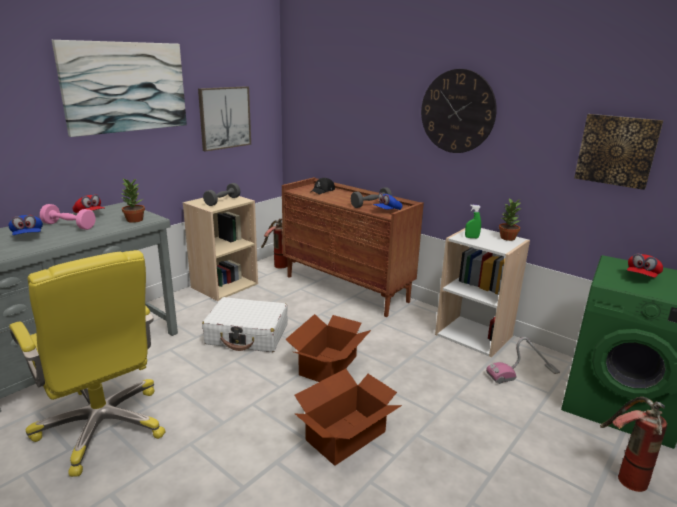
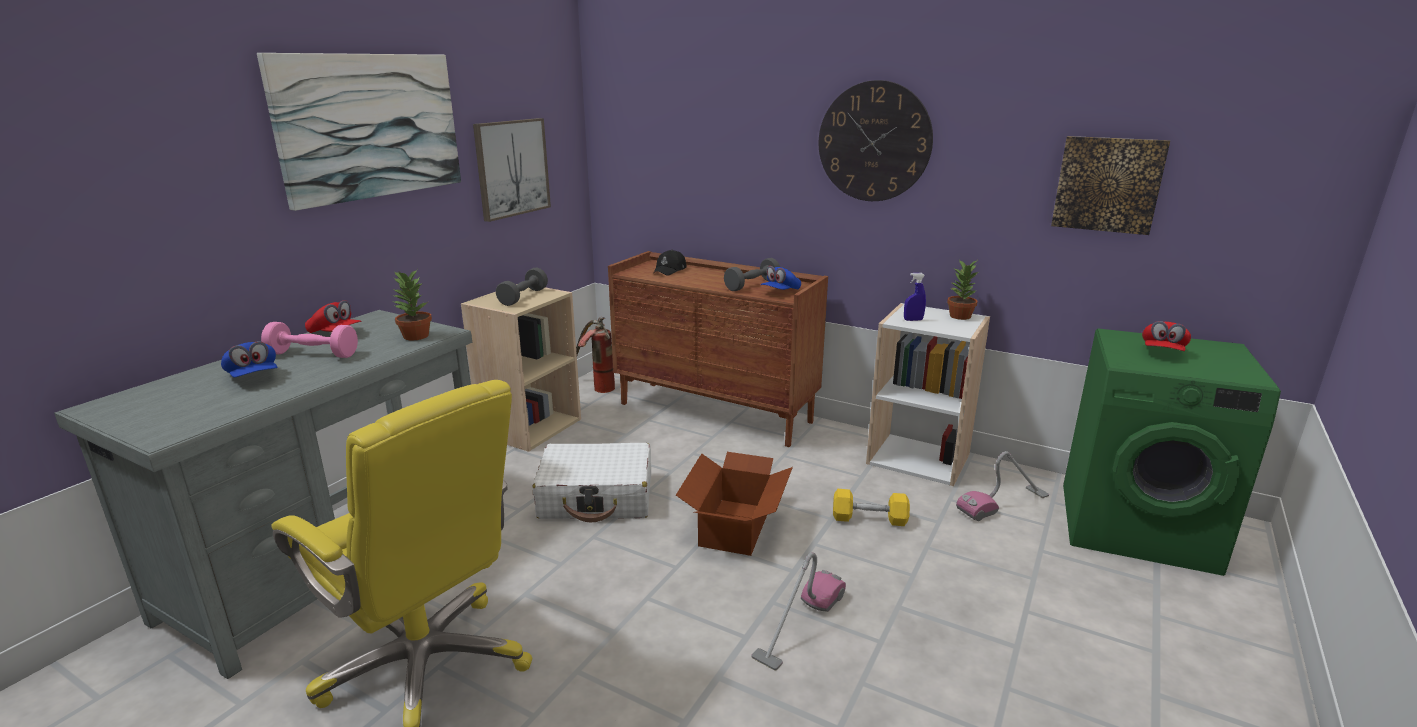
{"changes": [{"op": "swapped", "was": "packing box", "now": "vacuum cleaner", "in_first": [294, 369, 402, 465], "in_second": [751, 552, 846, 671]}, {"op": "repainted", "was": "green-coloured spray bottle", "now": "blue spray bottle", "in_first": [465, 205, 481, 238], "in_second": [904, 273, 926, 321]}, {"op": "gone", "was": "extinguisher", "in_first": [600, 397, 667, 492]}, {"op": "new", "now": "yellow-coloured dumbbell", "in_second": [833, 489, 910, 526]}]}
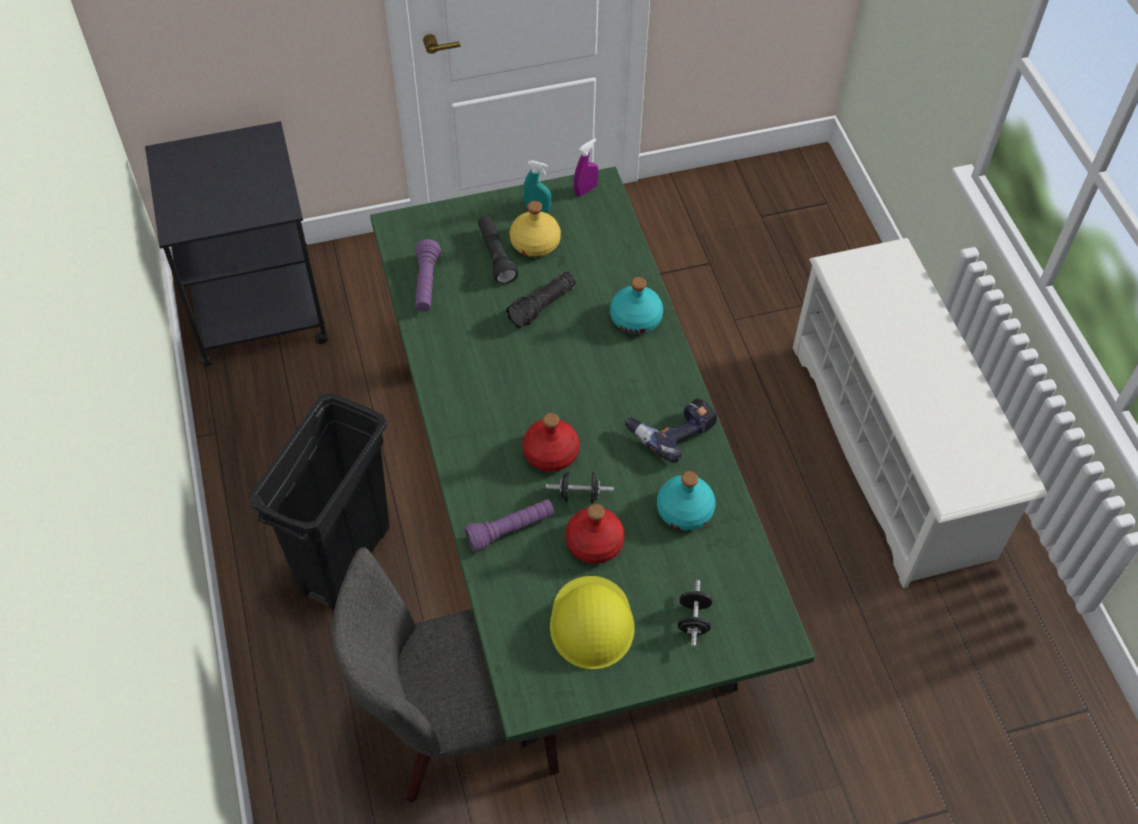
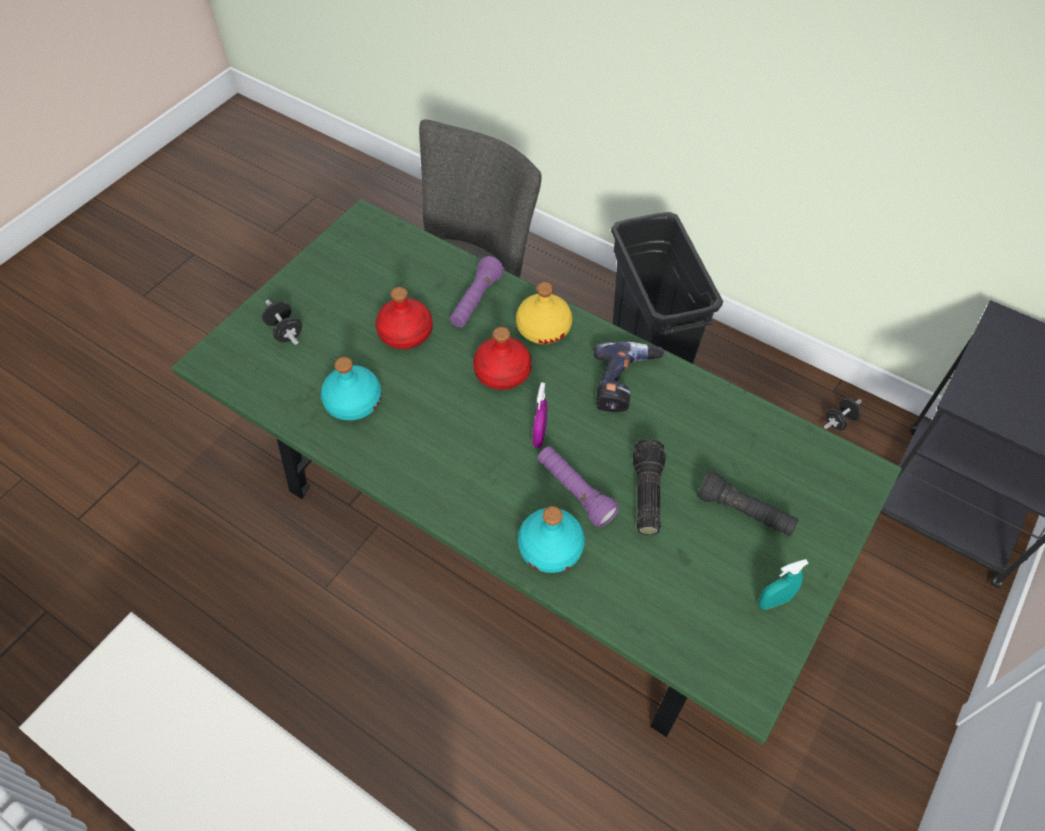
{"changes": [{"op": "shifted", "was": "purple hand torch", "in_first": [415, 239, 441, 312], "in_second": [538, 446, 619, 528]}, {"op": "shifted", "was": "yellow-coloured beverage bottle", "in_first": [510, 201, 561, 257], "in_second": [516, 282, 572, 344]}, {"op": "shifted", "was": "blackish dumbbell", "in_first": [546, 471, 614, 503], "in_second": [824, 398, 862, 431]}, {"op": "gone", "was": "yellow-coloured safety helmet", "in_first": [550, 576, 634, 670]}, {"op": "shifted", "was": "purple spray bottle", "in_first": [574, 139, 598, 196], "in_second": [533, 382, 547, 448]}, {"op": "shifted", "was": "power drill", "in_first": [625, 398, 717, 463], "in_second": [593, 342, 665, 412]}]}
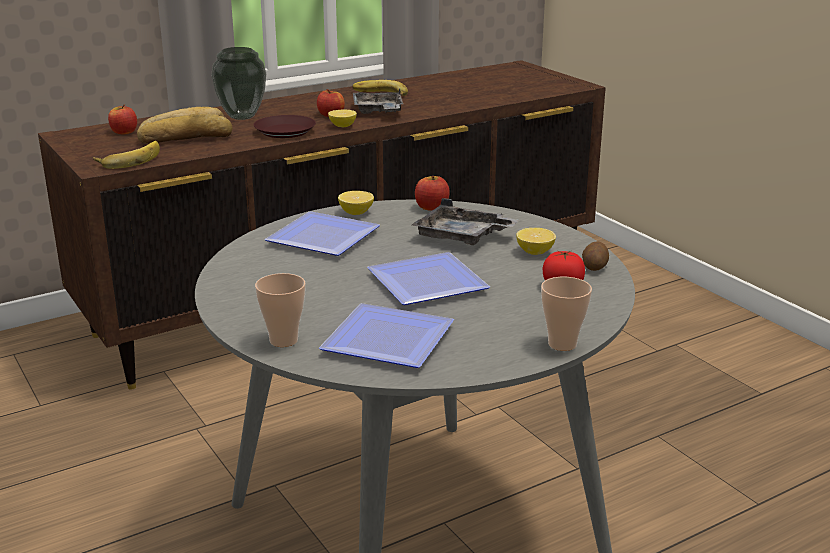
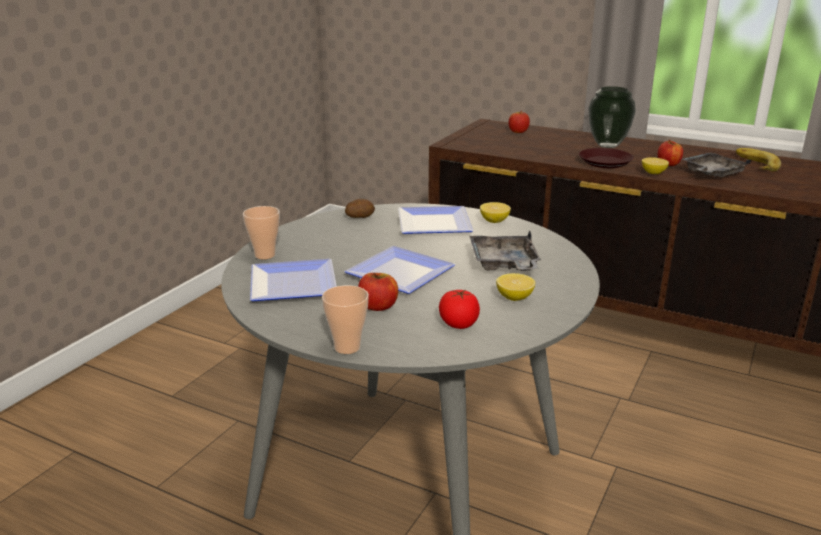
{"changes": [{"op": "gone", "was": "banana fruit", "in_first": [93, 141, 160, 169]}, {"op": "gone", "was": "baked bread", "in_first": [137, 107, 232, 144]}, {"op": "shifted", "was": "apple fruit", "in_first": [415, 176, 450, 211], "in_second": [358, 273, 398, 311]}, {"op": "shifted", "was": "whole potato", "in_first": [582, 241, 609, 271], "in_second": [345, 199, 375, 218]}]}
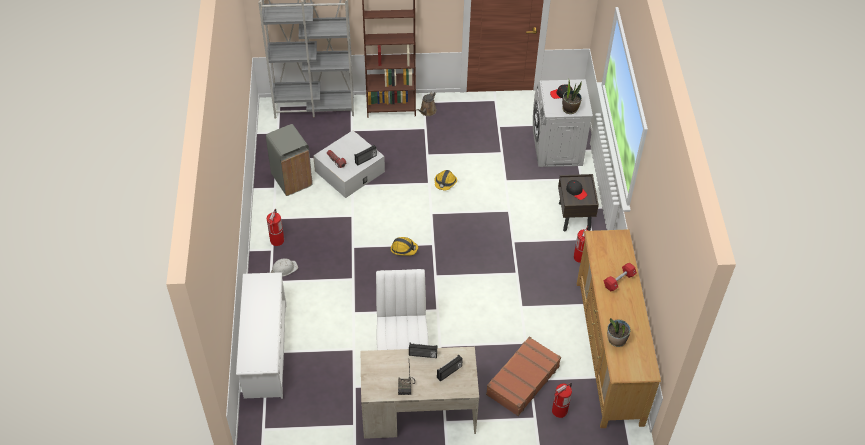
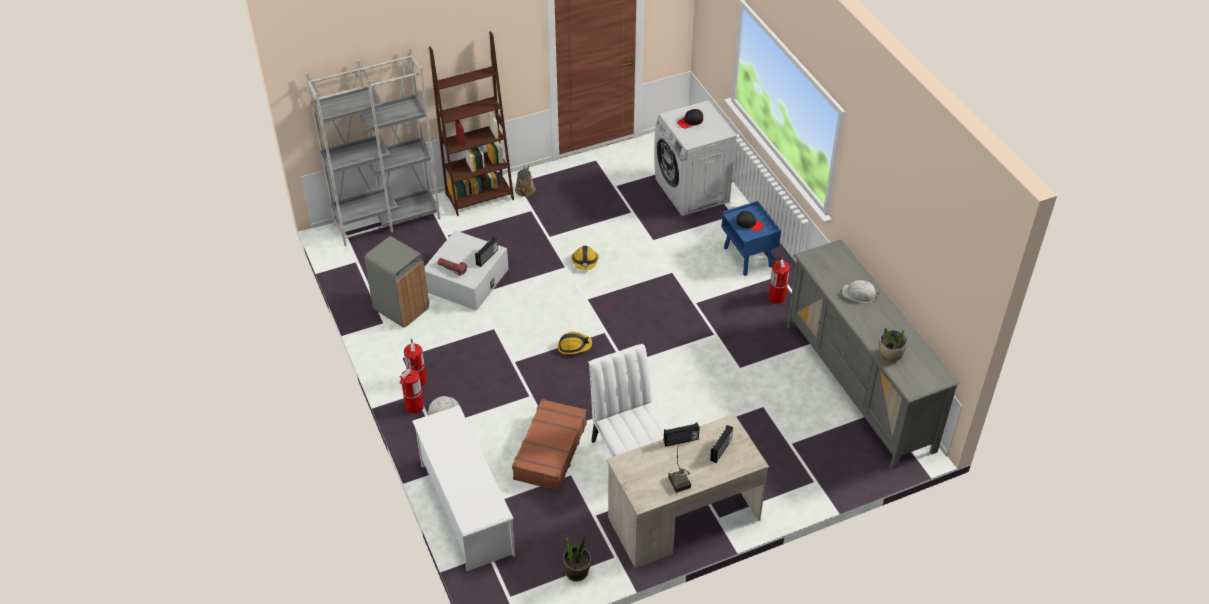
{"changes": [{"op": "shifted", "was": "brown-coloured piece of luggage", "in_first": [486, 336, 561, 416], "in_second": [512, 399, 587, 491]}, {"op": "shifted", "was": "extinguisher", "in_first": [552, 383, 572, 418], "in_second": [399, 365, 424, 414]}, {"op": "repainted", "was": "brown-coloured bedside table", "now": "blue bedside table", "in_first": [558, 174, 599, 231], "in_second": [721, 201, 781, 276]}, {"op": "shifted", "was": "plant in a pot", "in_first": [562, 78, 582, 114], "in_second": [563, 534, 591, 582]}, {"op": "repainted", "was": "brown-coloured drawer chest", "now": "grey drawer chest", "in_first": [577, 229, 661, 428], "in_second": [787, 240, 959, 469]}, {"op": "swapped", "was": "reddish dumbbell", "now": "whitish safety helmet", "in_first": [603, 263, 637, 291], "in_second": [842, 280, 879, 303]}]}
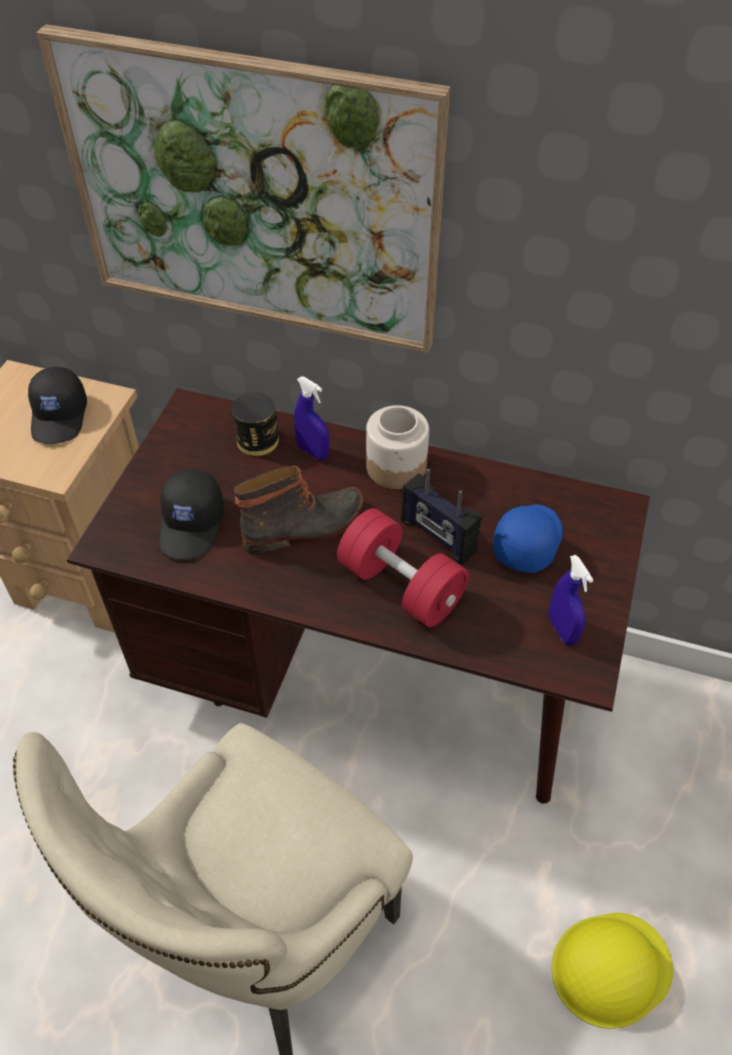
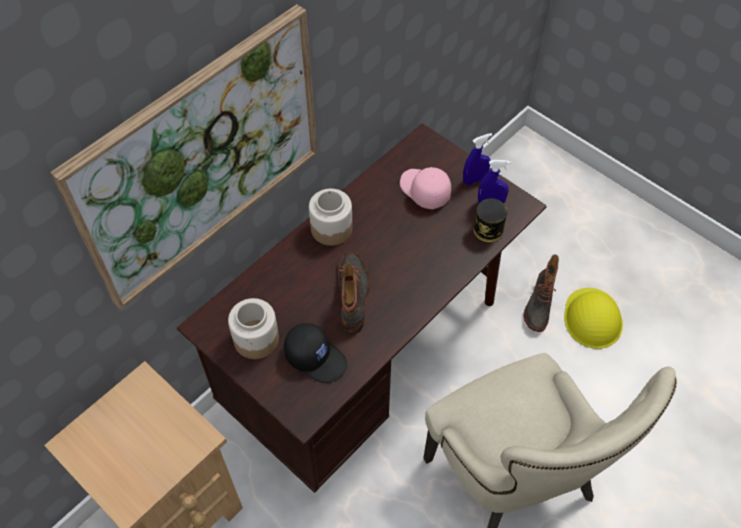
{"changes": [{"op": "gone", "was": "blackish cap", "in_first": [28, 367, 87, 444]}, {"op": "shifted", "was": "metal can", "in_first": [232, 392, 279, 456], "in_second": [473, 198, 508, 243]}, {"op": "shifted", "was": "blue spray bottle", "in_first": [294, 377, 329, 460], "in_second": [463, 133, 492, 185]}, {"op": "gone", "was": "reddish dumbbell", "in_first": [337, 508, 469, 627]}, {"op": "gone", "was": "radio set", "in_first": [401, 468, 482, 565]}, {"op": "repainted", "was": "blue cap", "now": "pink cap", "in_first": [493, 504, 563, 573], "in_second": [400, 167, 451, 209]}, {"op": "new", "now": "storage jar", "in_second": [228, 298, 279, 359]}, {"op": "new", "now": "tall boot", "in_second": [524, 255, 559, 332]}]}
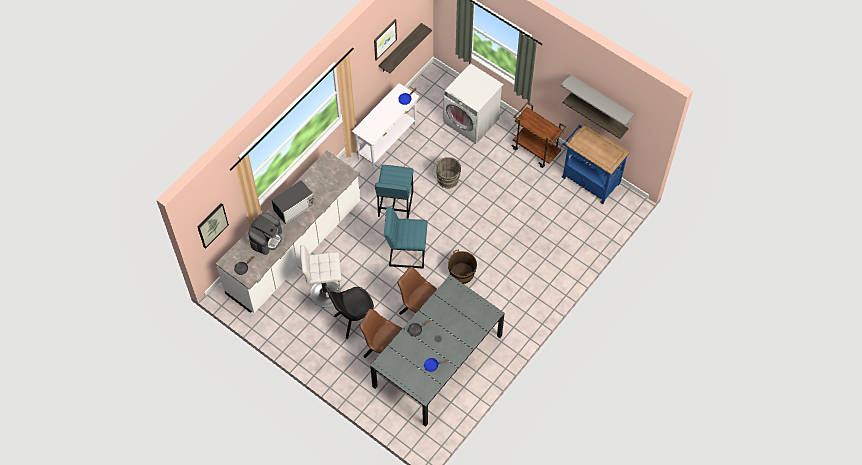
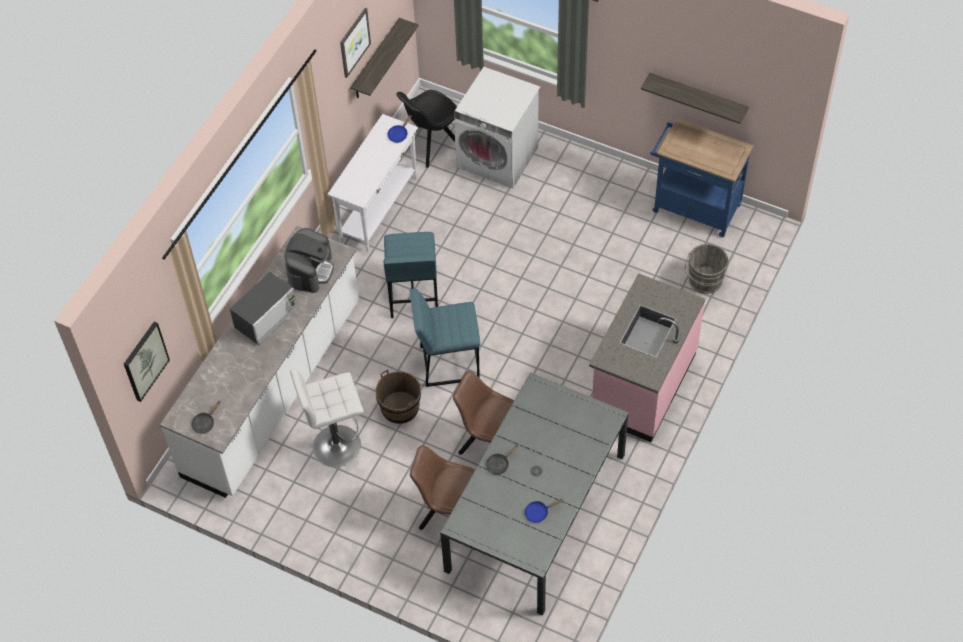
{"changes": [{"op": "shifted", "was": "coffee machine", "in_first": [249, 213, 282, 255], "in_second": [285, 228, 334, 293]}, {"op": "shifted", "was": "blackish chair", "in_first": [329, 287, 374, 339], "in_second": [397, 90, 457, 168]}, {"op": "shifted", "was": "grey pail", "in_first": [432, 157, 461, 189], "in_second": [685, 244, 728, 294]}, {"op": "shifted", "was": "brown-coloured pail", "in_first": [448, 249, 477, 284], "in_second": [375, 369, 421, 424]}, {"op": "gone", "was": "brown-coloured wheeled cart", "in_first": [511, 102, 566, 168]}, {"op": "gone", "was": "grey wall shelf", "in_first": [561, 74, 634, 126]}, {"op": "new", "now": "pink kitchen counter", "in_second": [589, 273, 705, 442]}]}
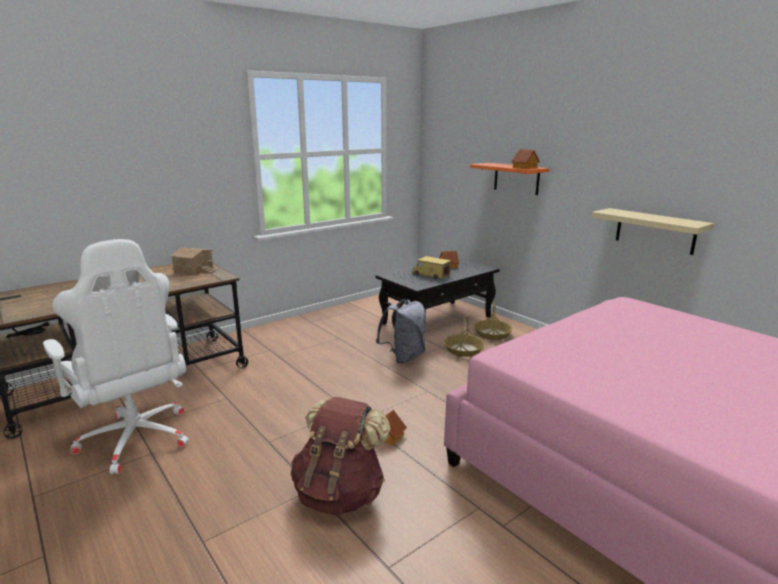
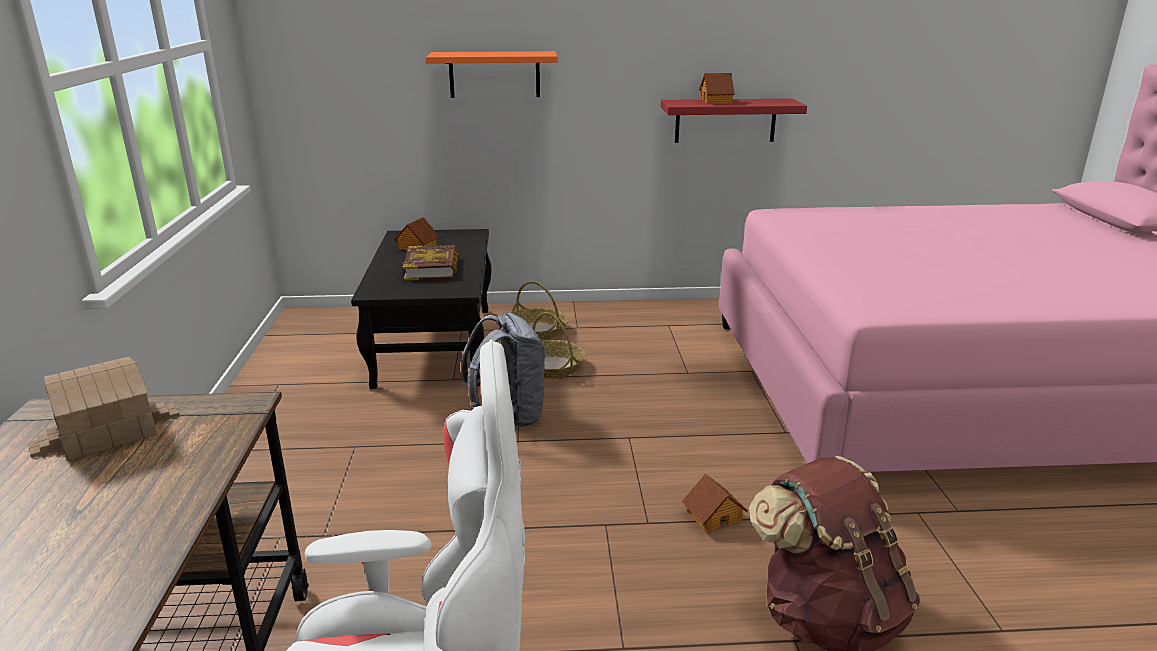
{"changes": [{"op": "swapped", "was": "model truck", "now": "book", "in_first": [412, 256, 451, 279], "in_second": [403, 245, 459, 281]}, {"op": "shifted", "was": "miniature house", "in_first": [511, 149, 540, 169], "in_second": [699, 73, 735, 104]}, {"op": "repainted", "was": "sand-coloured wall shelf", "now": "reddish wall shelf", "in_first": [591, 208, 714, 255], "in_second": [661, 99, 807, 143]}]}
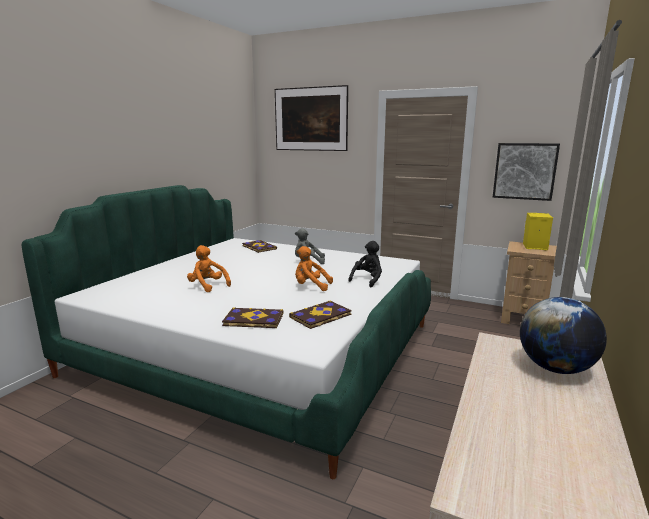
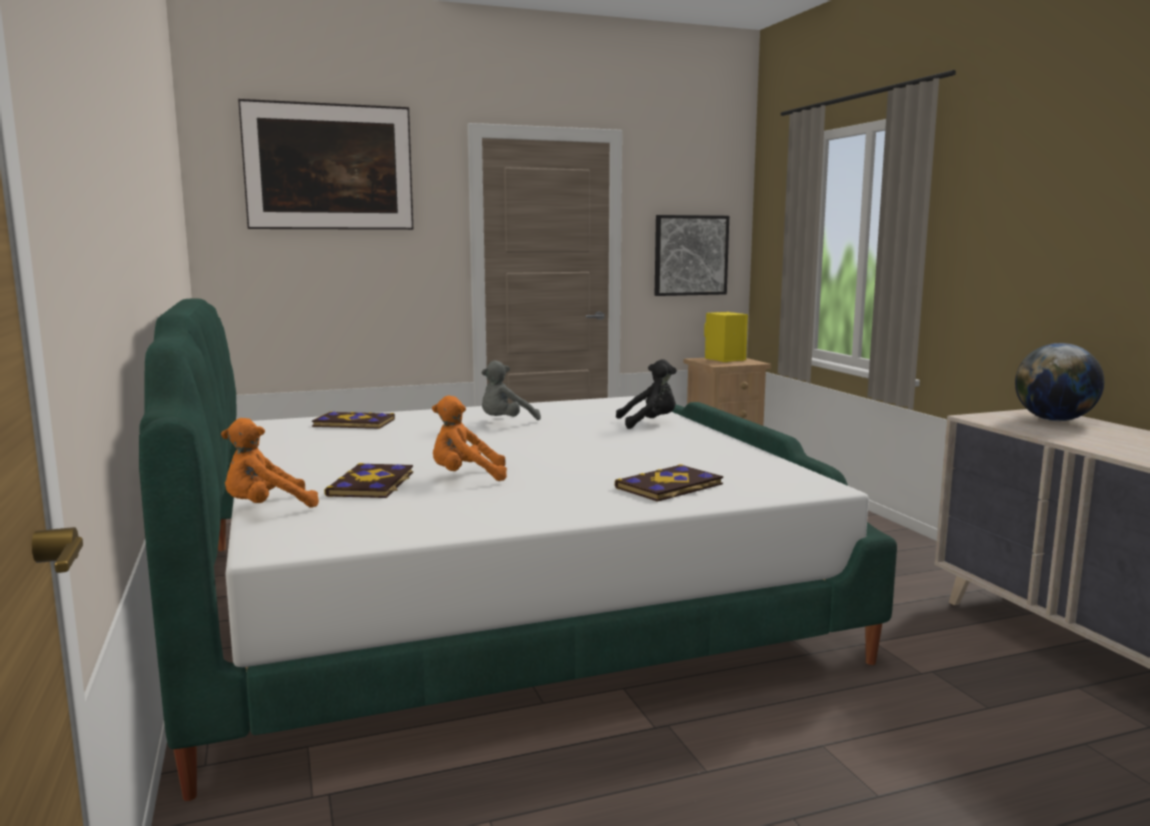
{"changes": [{"op": "shifted", "was": "book", "in_first": [289, 300, 352, 329], "in_second": [324, 463, 413, 498]}, {"op": "shifted", "was": "orange-coloured soft toy", "in_first": [295, 246, 333, 291], "in_second": [221, 418, 319, 508]}, {"op": "rotated", "was": "blackish soft toy", "in_first": [348, 241, 382, 287], "in_second": [616, 359, 677, 429], "clockwise": 90}]}
